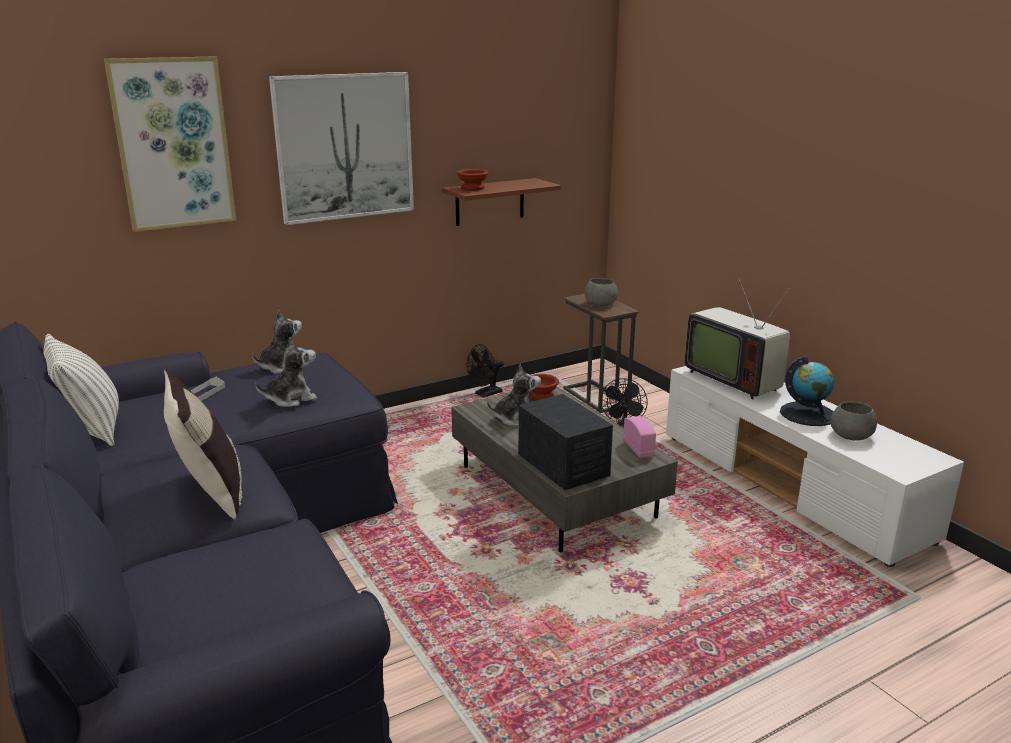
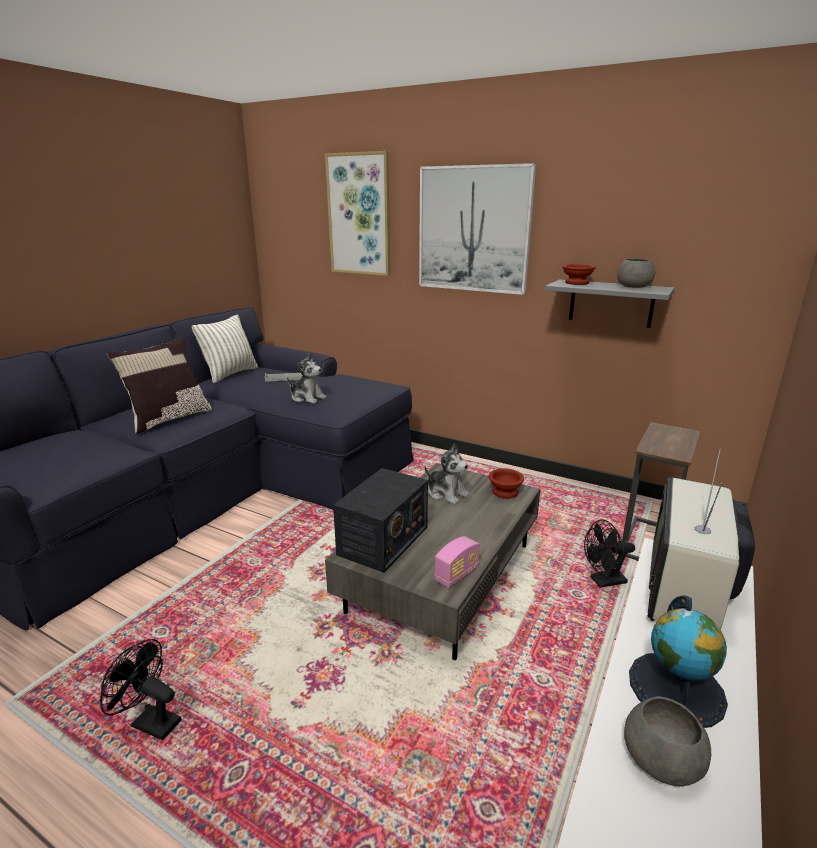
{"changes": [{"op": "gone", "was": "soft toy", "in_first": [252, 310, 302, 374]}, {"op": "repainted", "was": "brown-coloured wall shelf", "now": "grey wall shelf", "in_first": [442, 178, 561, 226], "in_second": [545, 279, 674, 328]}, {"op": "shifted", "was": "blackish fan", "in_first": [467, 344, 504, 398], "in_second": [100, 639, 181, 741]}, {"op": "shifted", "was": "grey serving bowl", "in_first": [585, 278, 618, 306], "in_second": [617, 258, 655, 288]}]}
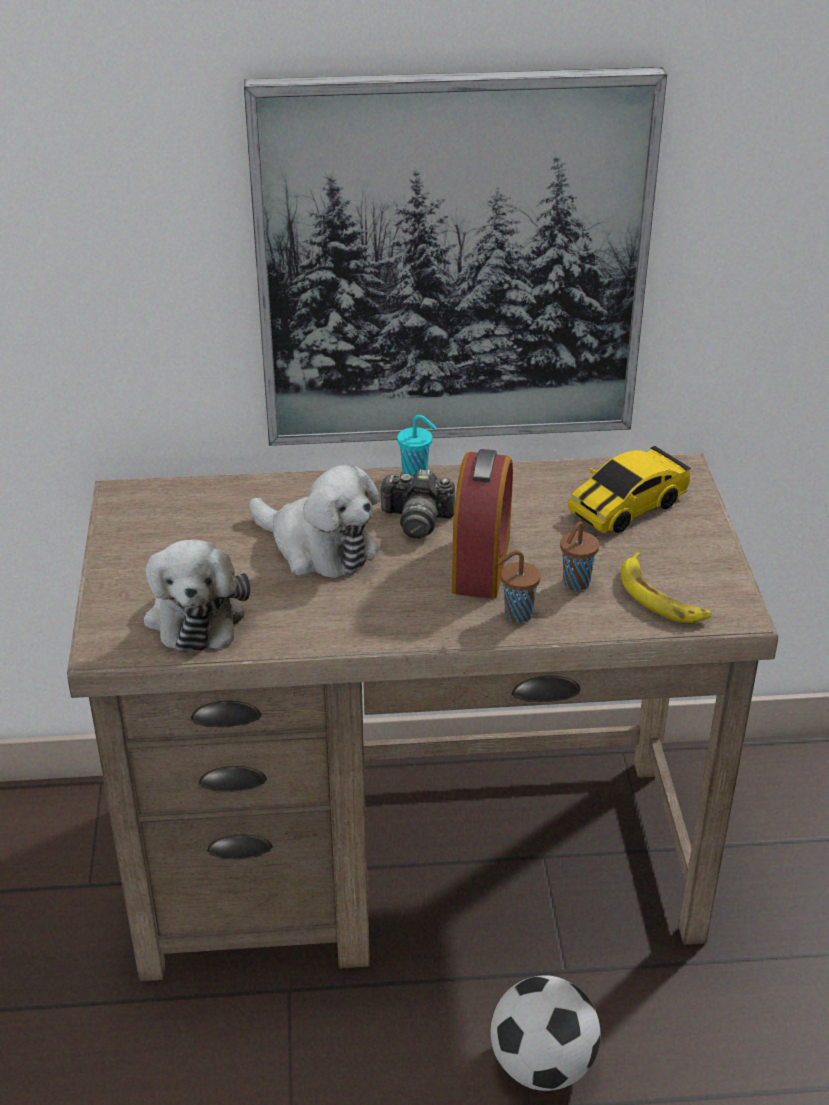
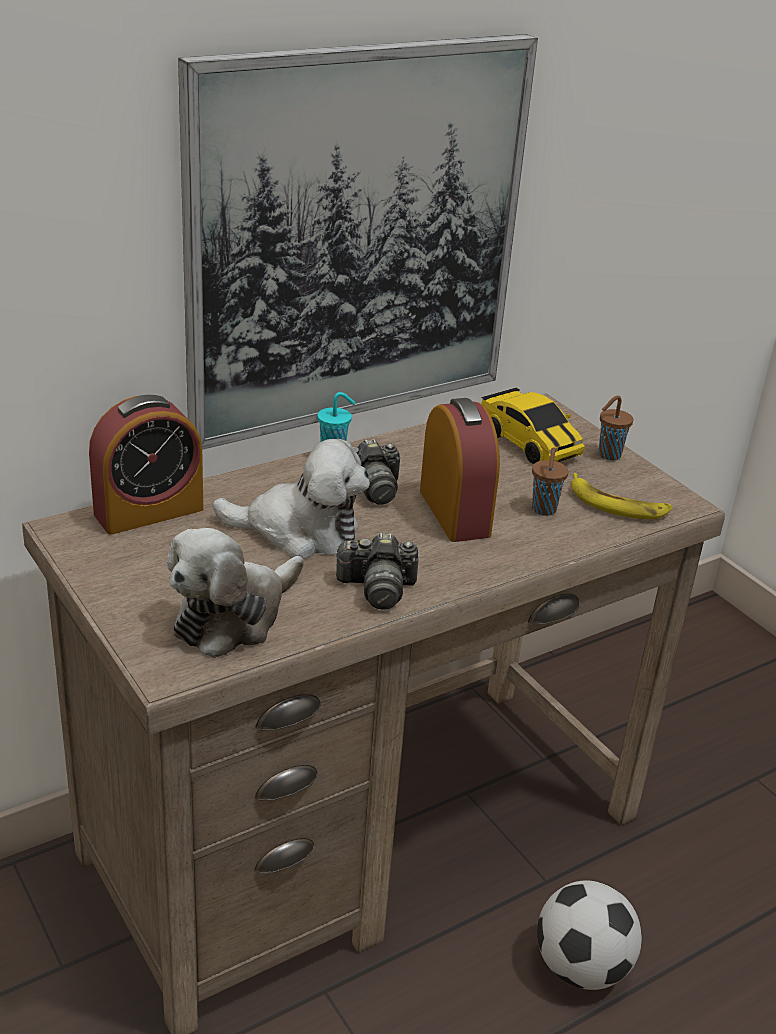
{"changes": [{"op": "rotated", "was": "soft toy", "in_first": [144, 540, 250, 653], "in_second": [167, 528, 304, 658], "clockwise": 75}, {"op": "shifted", "was": "brown-coloured drinking cup", "in_first": [497, 550, 541, 623], "in_second": [598, 395, 633, 460]}, {"op": "rotated", "was": "miniature car", "in_first": [568, 446, 691, 534], "in_second": [481, 388, 585, 464], "clockwise": -60}, {"op": "new", "now": "alarm clock", "in_second": [89, 395, 203, 535]}, {"op": "new", "now": "still camera", "in_second": [334, 533, 419, 610]}]}
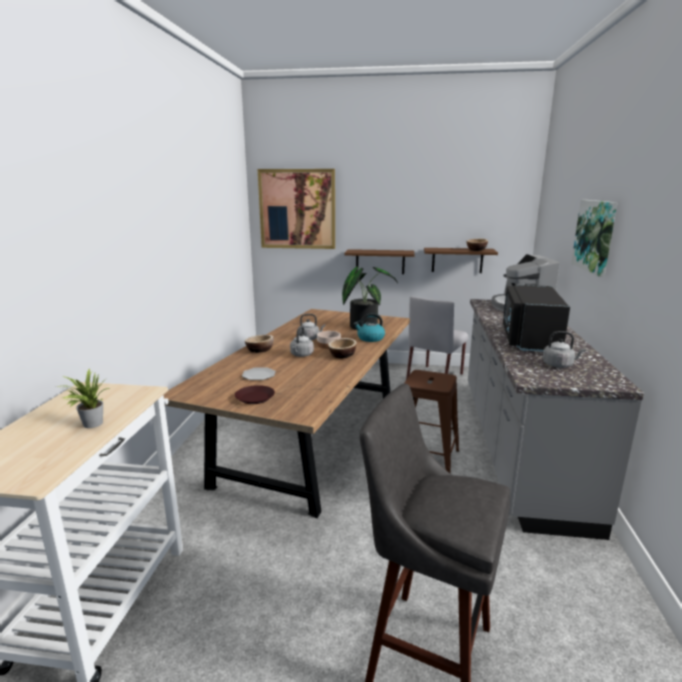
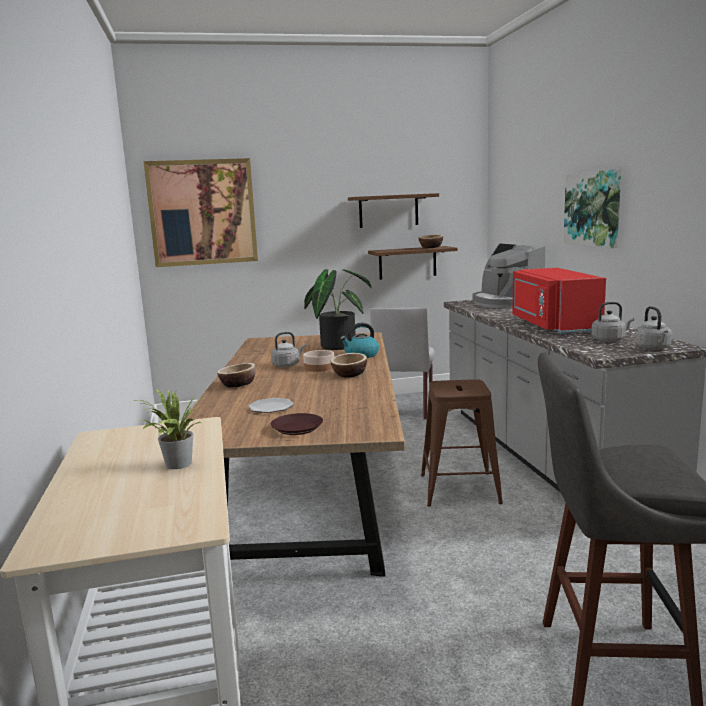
{"changes": [{"op": "shifted", "was": "grey kettle", "in_first": [290, 326, 314, 357], "in_second": [634, 306, 672, 350]}, {"op": "shifted", "was": "brown-coloured wall shelf", "in_first": [344, 249, 414, 274], "in_second": [348, 193, 439, 228]}, {"op": "repainted", "was": "blackish microwave oven", "now": "reddish microwave oven", "in_first": [503, 285, 570, 352], "in_second": [512, 267, 606, 335]}]}
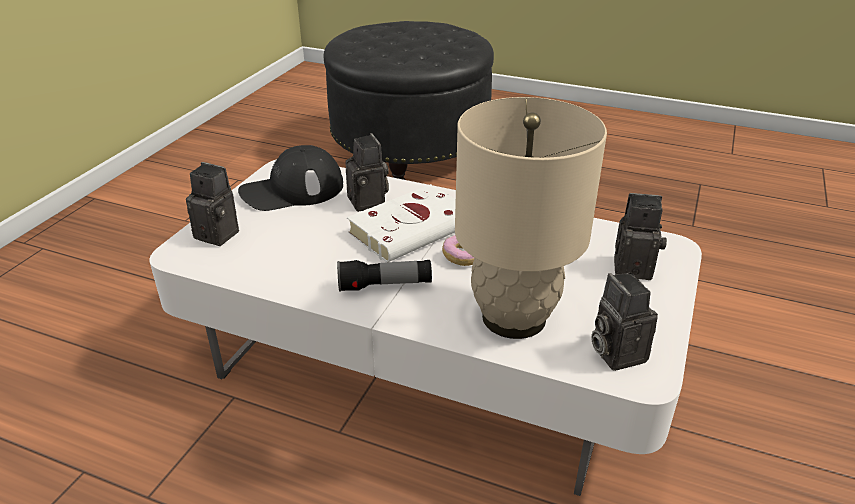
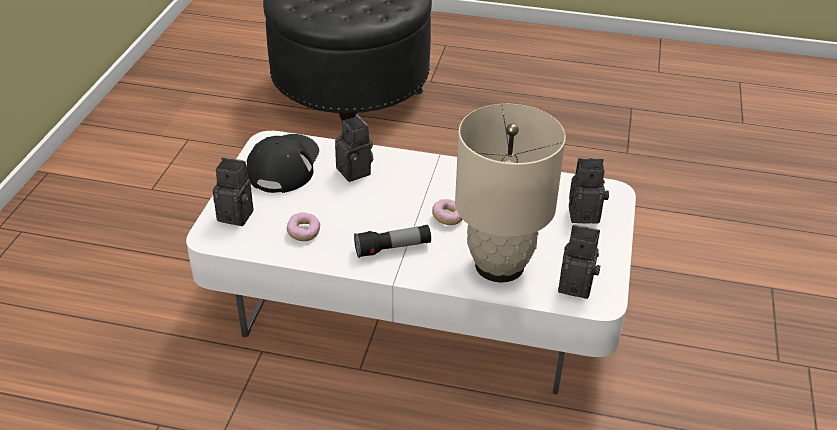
{"changes": [{"op": "rotated", "was": "blackish cap", "in_first": [238, 145, 343, 211], "in_second": [247, 134, 319, 193], "clockwise": 135}, {"op": "gone", "was": "whitish book", "in_first": [347, 184, 456, 262]}, {"op": "rotated", "was": "still camera", "in_first": [591, 272, 658, 371], "in_second": [558, 225, 600, 299], "clockwise": 135}, {"op": "new", "now": "doughnut", "in_second": [287, 212, 320, 241]}]}
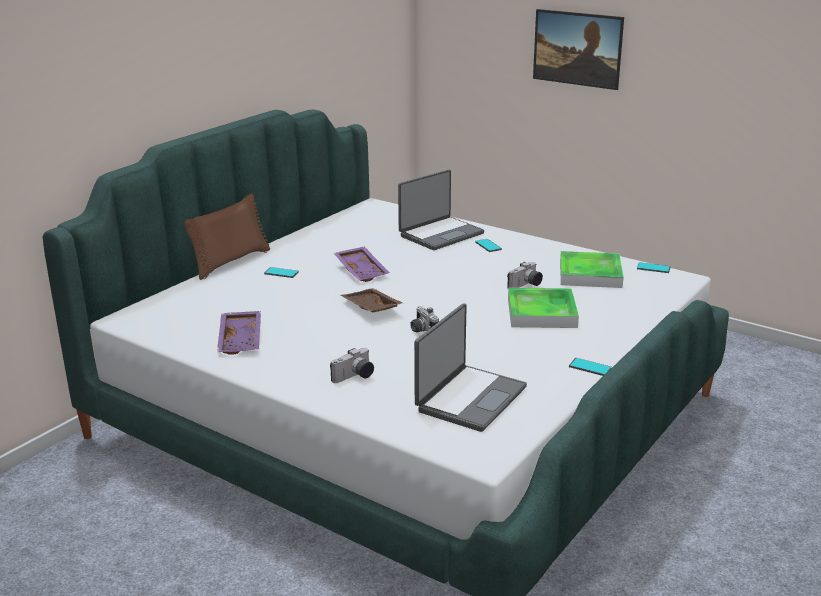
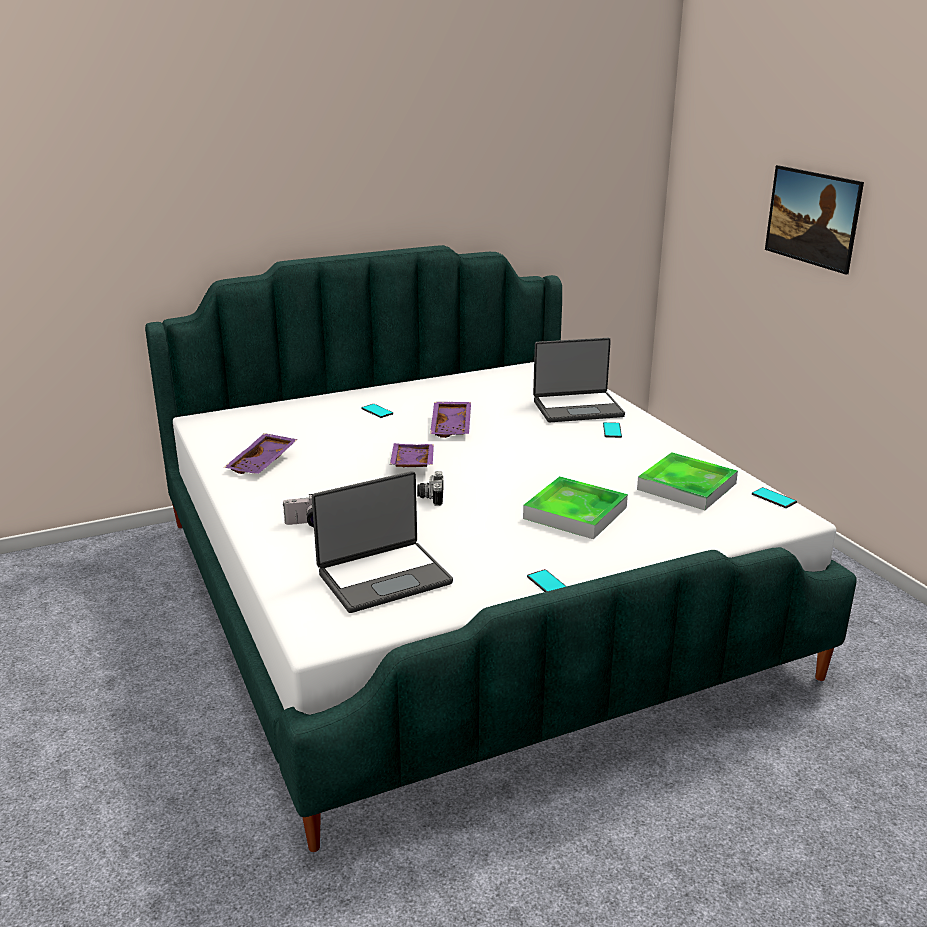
{"changes": [{"op": "gone", "was": "brown-coloured throw pillow", "in_first": [185, 194, 270, 280]}, {"op": "repainted", "was": "brown-coloured tray", "now": "purple tray", "in_first": [341, 288, 403, 313], "in_second": [390, 443, 434, 467]}, {"op": "gone", "was": "still camera", "in_first": [507, 262, 543, 288]}]}
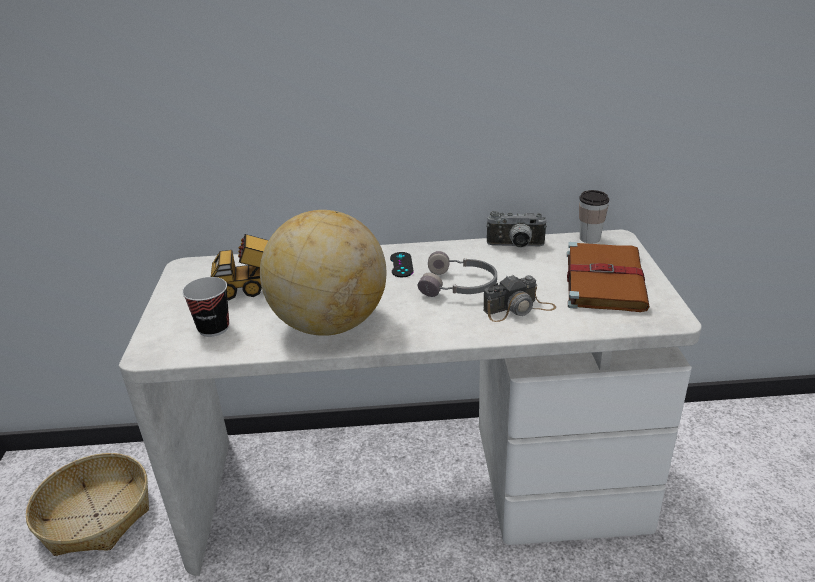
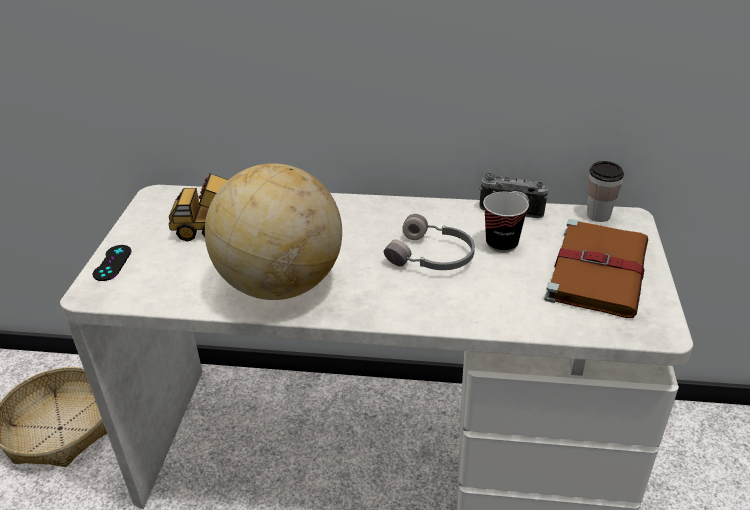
{"changes": [{"op": "shifted", "was": "drinking cup", "in_first": [182, 277, 229, 337], "in_second": [483, 192, 529, 253]}, {"op": "shifted", "was": "blackish game controller", "in_first": [390, 252, 414, 277], "in_second": [93, 245, 132, 281]}, {"op": "gone", "was": "still camera", "in_first": [483, 274, 556, 322]}]}
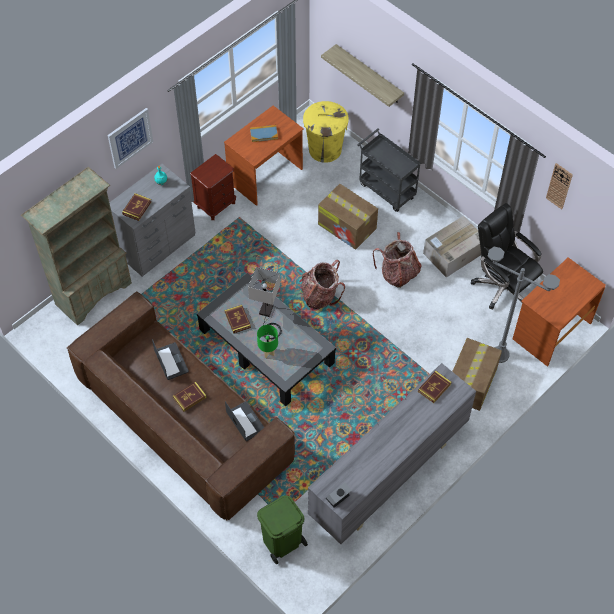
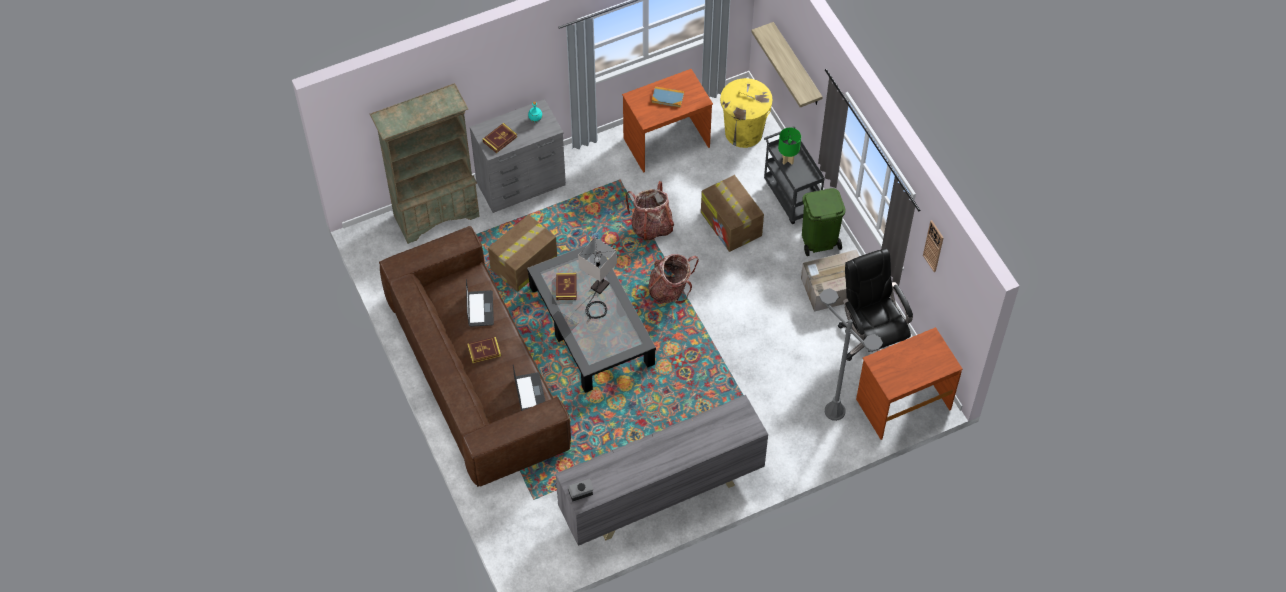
{"changes": [{"op": "gone", "was": "picture", "in_first": [108, 108, 153, 169]}, {"op": "gone", "was": "brown-coloured bedside table", "in_first": [190, 154, 236, 220]}, {"op": "shifted", "was": "green-coloured tabletop lamp", "in_first": [257, 325, 278, 359], "in_second": [778, 128, 801, 164]}, {"op": "shifted", "was": "green-coloured rubbish bin", "in_first": [257, 495, 308, 565], "in_second": [802, 188, 846, 256]}, {"op": "shifted", "was": "backpack", "in_first": [373, 232, 422, 288], "in_second": [626, 181, 674, 241]}, {"op": "gone", "was": "book", "in_first": [418, 371, 452, 403]}, {"op": "shifted", "was": "packing box", "in_first": [452, 338, 502, 411], "in_second": [488, 214, 557, 292]}]}
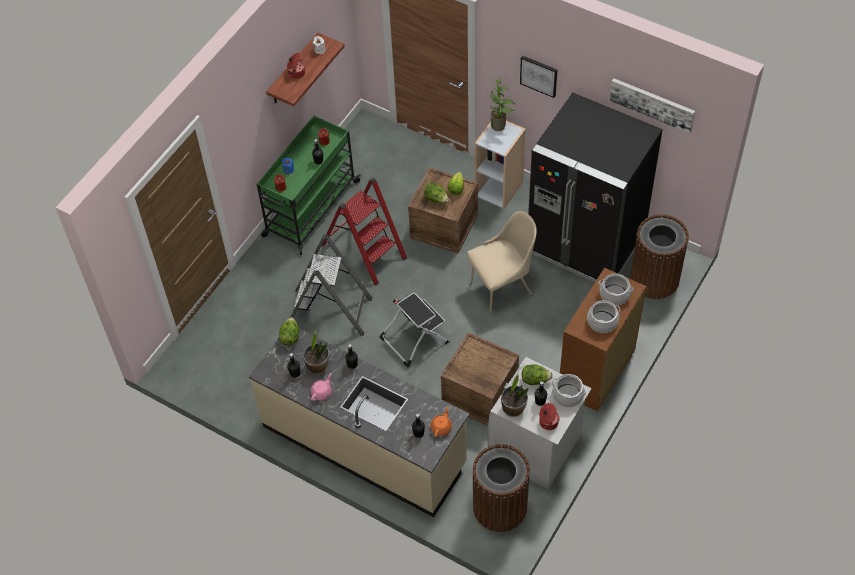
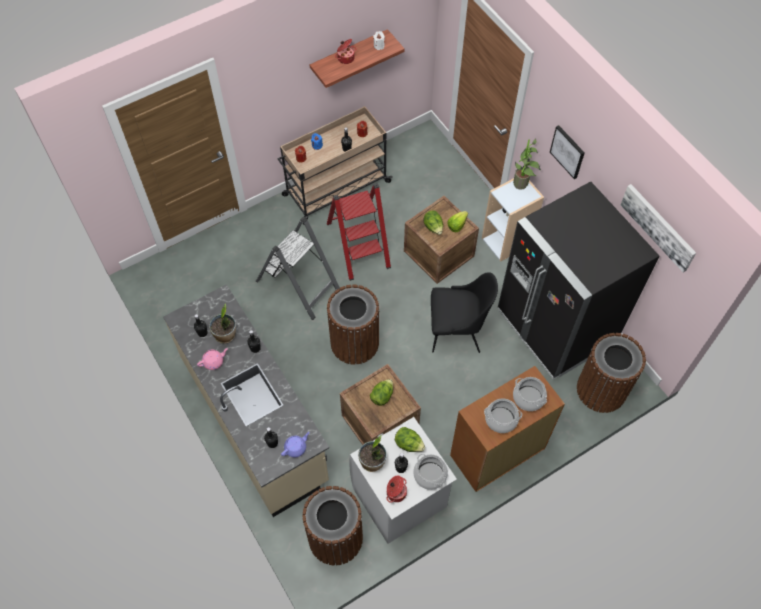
{"changes": [{"op": "repainted", "was": "green-coloured wheeled cart", "now": "sand-coloured wheeled cart", "in_first": [257, 116, 361, 255], "in_second": [278, 106, 393, 225]}, {"op": "shifted", "was": "lettuce head", "in_first": [279, 317, 299, 346], "in_second": [370, 379, 393, 406]}, {"op": "swapped", "was": "step ladder", "now": "brown-coloured rubbish bin", "in_first": [379, 293, 449, 368], "in_second": [327, 285, 379, 365]}, {"op": "repainted", "was": "orange-coloured tea pot", "now": "purple tea pot", "in_first": [430, 407, 452, 438], "in_second": [281, 432, 310, 458]}, {"op": "repainted", "was": "sand-coloured chair", "now": "blackish chair", "in_first": [467, 211, 537, 314], "in_second": [431, 272, 498, 353]}]}
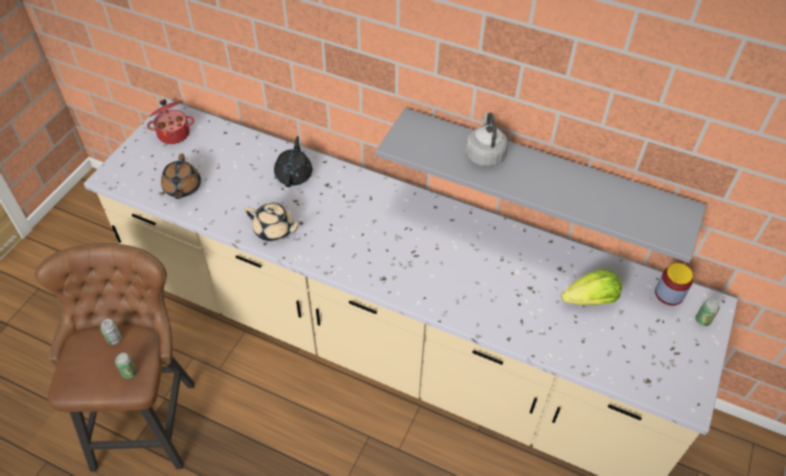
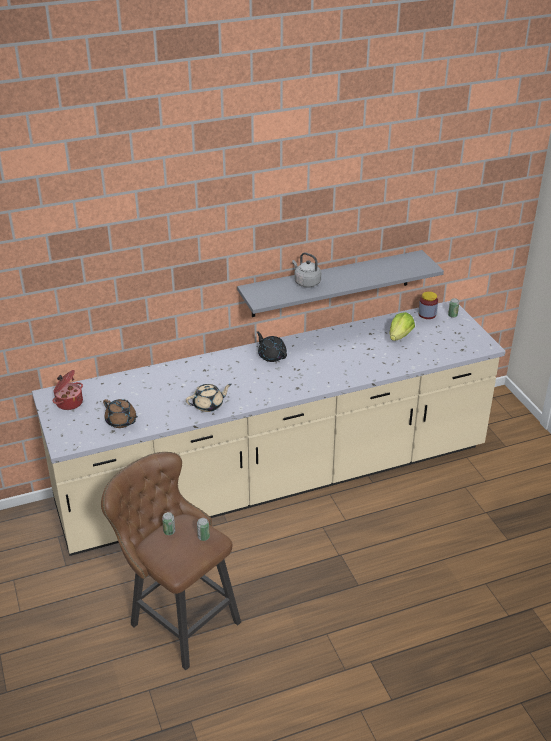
{"changes": [{"op": "shifted", "was": "blackish tea pot", "in_first": [274, 136, 312, 187], "in_second": [257, 331, 287, 362]}]}
